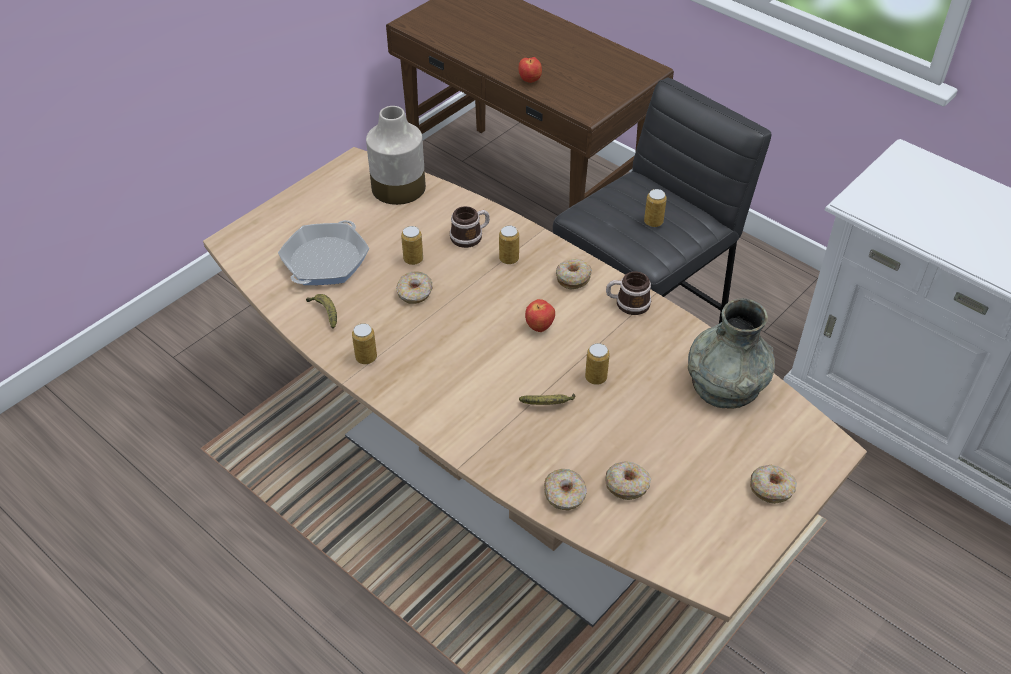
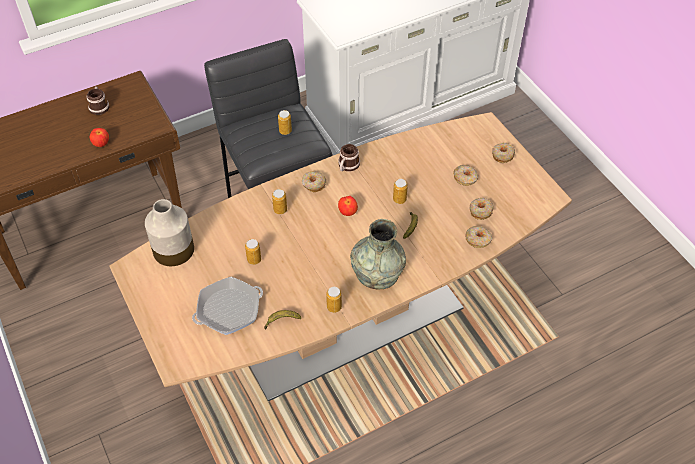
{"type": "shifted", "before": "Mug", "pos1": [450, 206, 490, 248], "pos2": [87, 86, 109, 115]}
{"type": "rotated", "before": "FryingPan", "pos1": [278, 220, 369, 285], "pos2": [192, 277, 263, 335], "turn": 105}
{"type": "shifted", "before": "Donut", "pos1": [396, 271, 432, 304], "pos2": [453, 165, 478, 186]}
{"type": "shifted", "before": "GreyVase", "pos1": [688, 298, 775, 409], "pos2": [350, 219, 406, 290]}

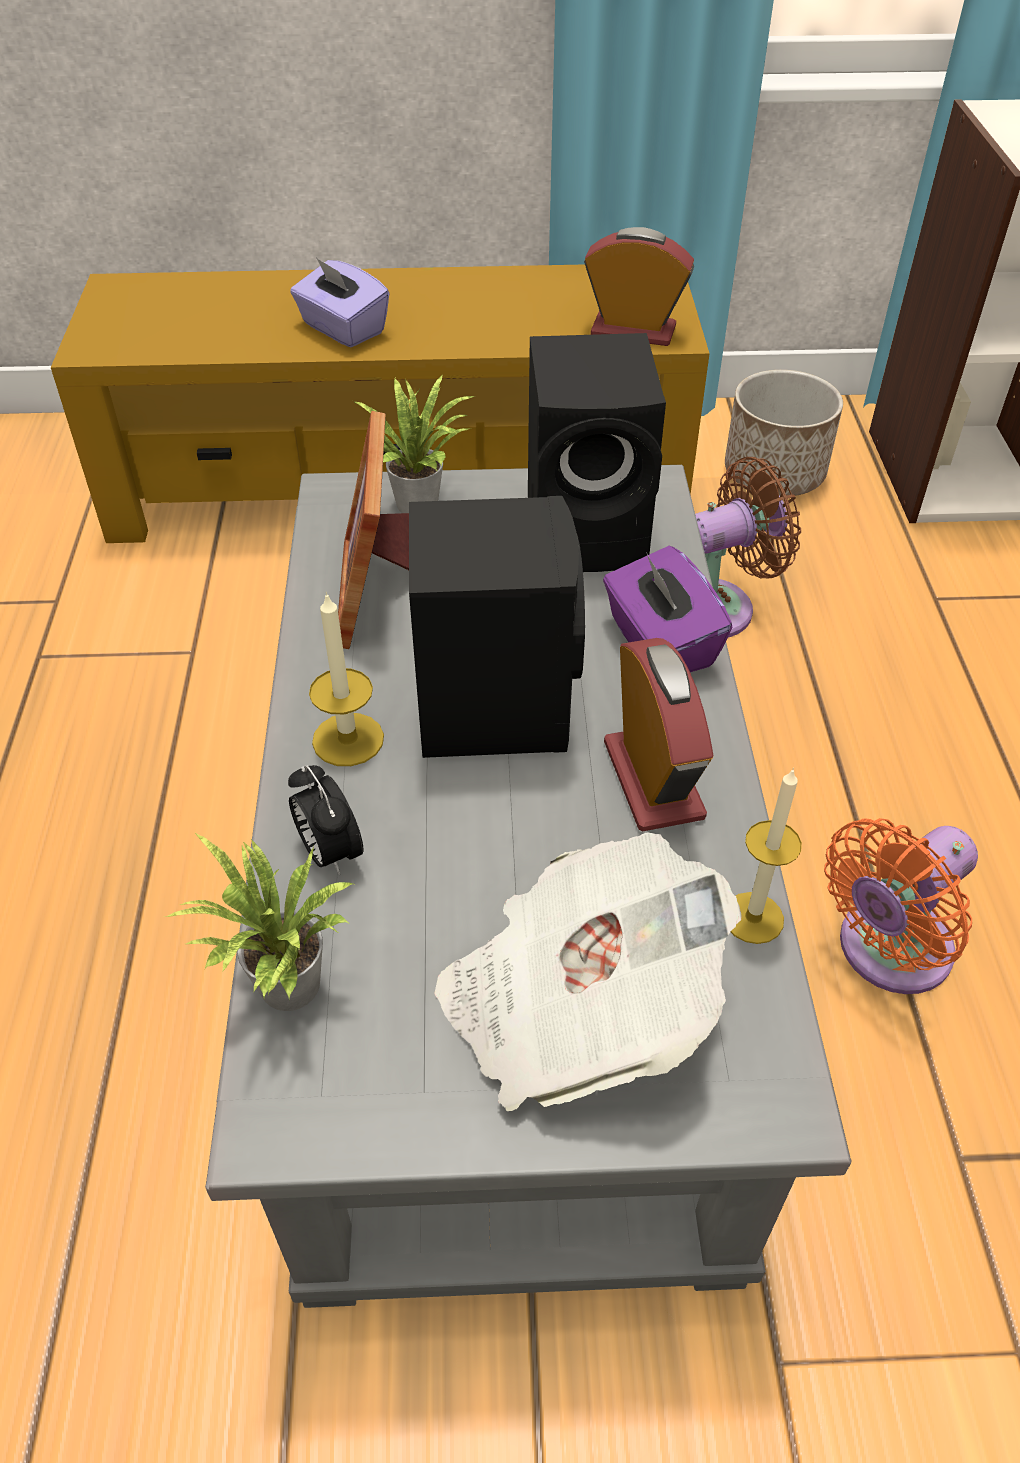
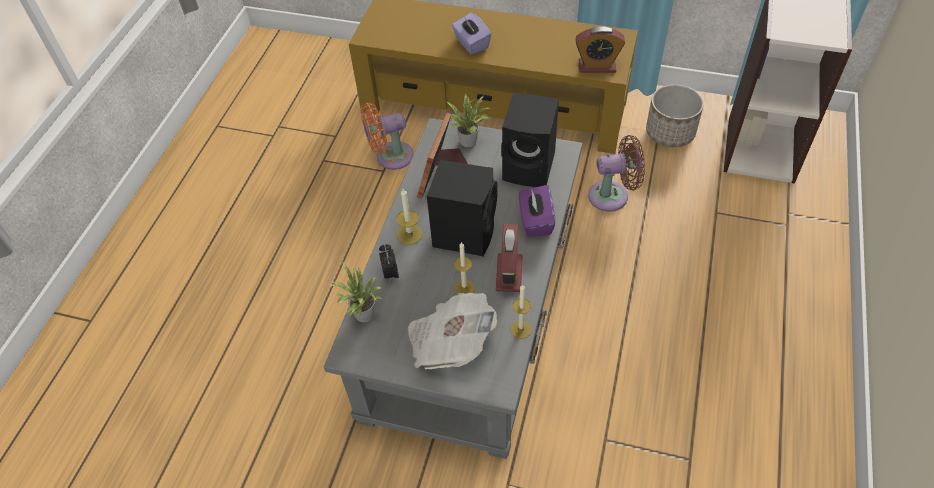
{"type": "rotated", "before": "AlarmClock", "pos1": [584, 227, 694, 346], "pos2": [576, 26, 625, 73], "turn": 150}
{"type": "shifted", "before": "OrangeFan", "pos1": [824, 818, 978, 994], "pos2": [361, 103, 414, 170]}
{"type": "new", "after": "Candle", "pos2": [454, 242, 475, 294]}

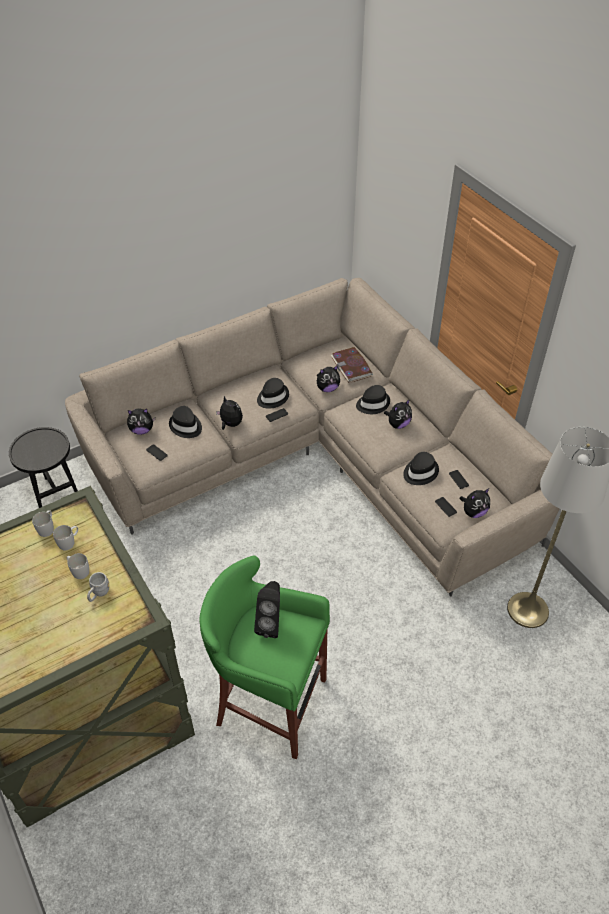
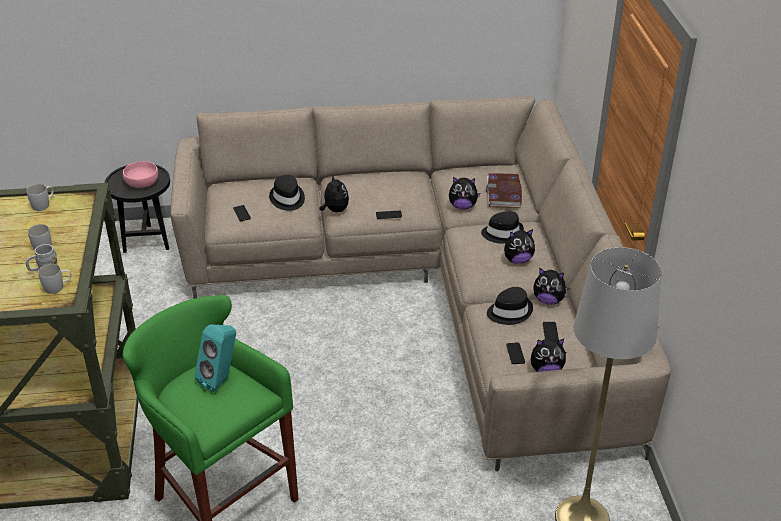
{"type": "gone", "before": "BlackHat", "pos1": [257, 378, 289, 409]}
{"type": "shifted", "before": "PlushToy", "pos1": [127, 408, 155, 435], "pos2": [533, 268, 570, 305]}
{"type": "shifted", "before": "WhiteMug", "pos1": [53, 525, 78, 550], "pos2": [38, 264, 71, 294]}
{"type": "repainted", "before": "BlackSpeaker", "after": "TurquoiseSpeaker", "pos1": [254, 581, 280, 638], "pos2": [195, 324, 236, 392]}
{"type": "new", "after": "PinkBowl", "pos2": [123, 161, 158, 188]}

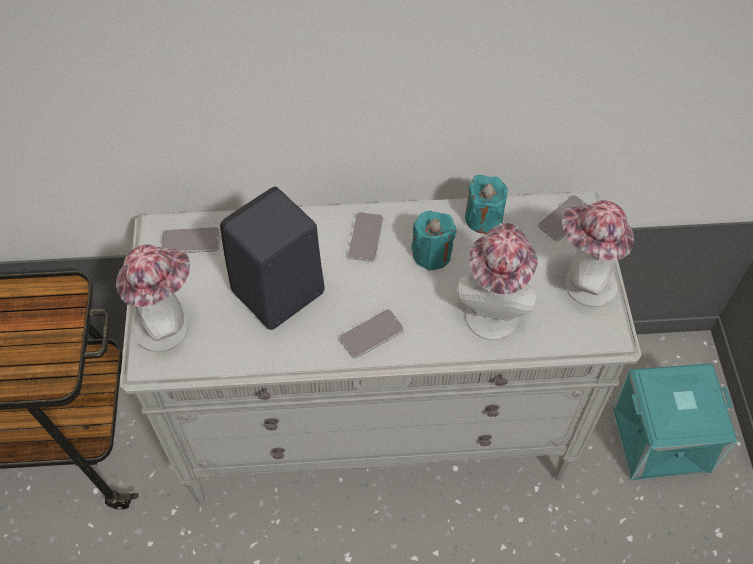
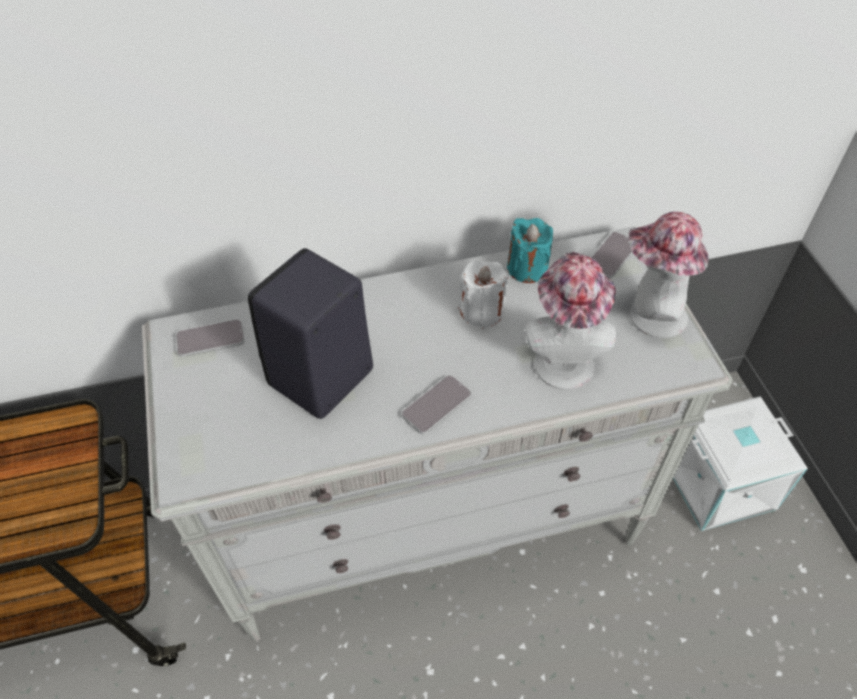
{"type": "repainted", "before": "TurquoiseCandle", "after": "WhiteCandle", "pos1": [411, 211, 457, 271], "pos2": [459, 261, 509, 329]}
{"type": "gone", "before": "Phone", "pos1": [348, 212, 383, 262]}
{"type": "gone", "before": "Hat", "pos1": [116, 244, 190, 352]}
{"type": "repainted", "before": "TurquoiseStorageBox", "after": "WhiteStorageBox", "pos1": [612, 363, 737, 480], "pos2": [673, 396, 808, 531]}

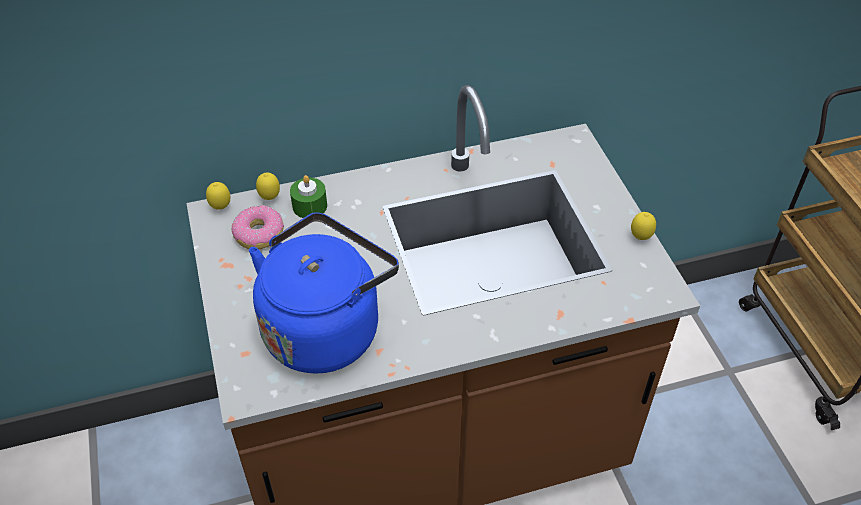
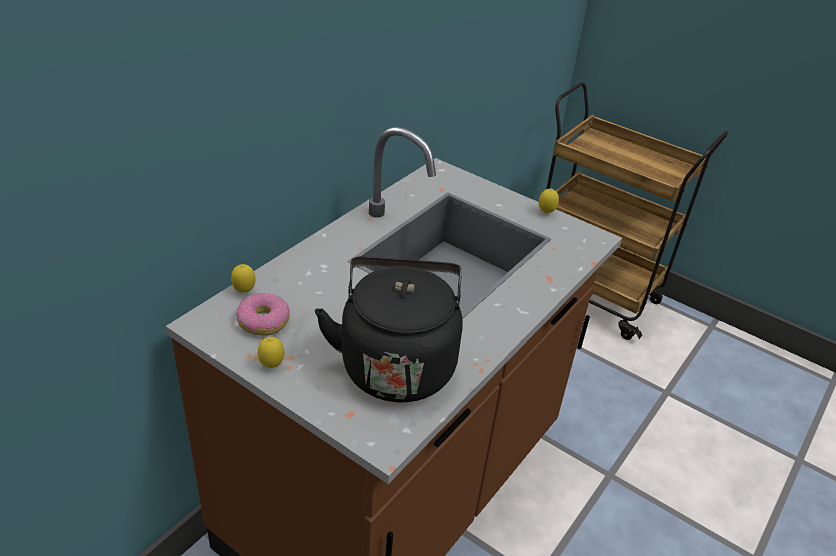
{"type": "gone", "before": "GreenCandle", "pos1": [290, 175, 327, 218]}
{"type": "shifted", "before": "Lemon", "pos1": [206, 182, 230, 210], "pos2": [258, 337, 285, 368]}
{"type": "repainted", "before": "BlueKettle", "after": "BlackKettle", "pos1": [249, 212, 399, 374], "pos2": [315, 257, 463, 402]}

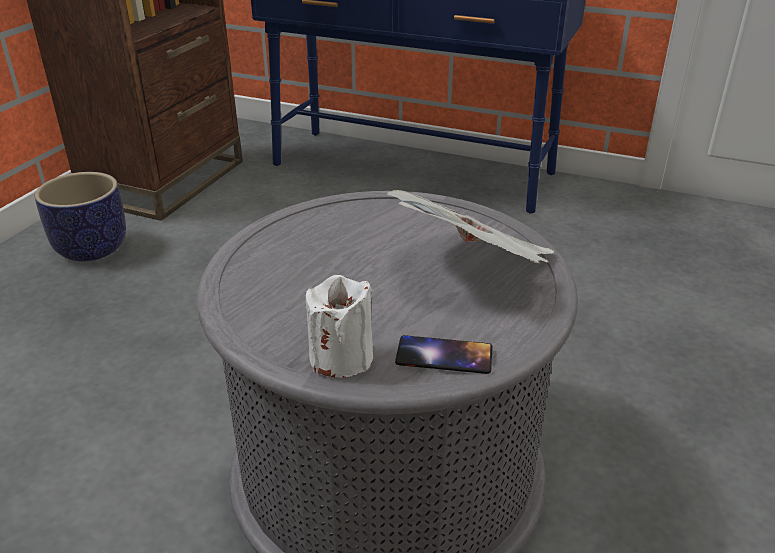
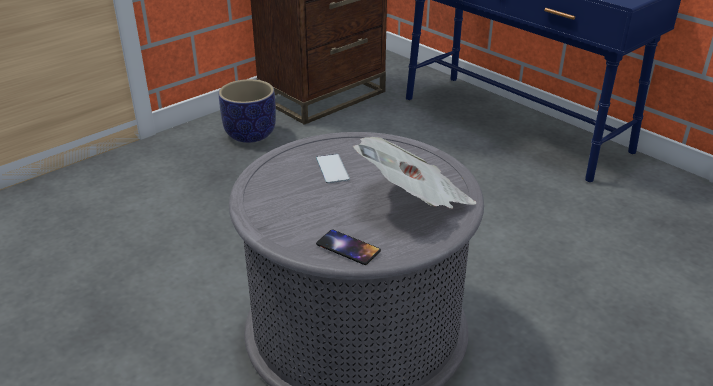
{"type": "gone", "before": "WhiteCandle", "pos1": [306, 275, 373, 378]}
{"type": "new", "after": "Phone", "pos2": [316, 154, 350, 183]}

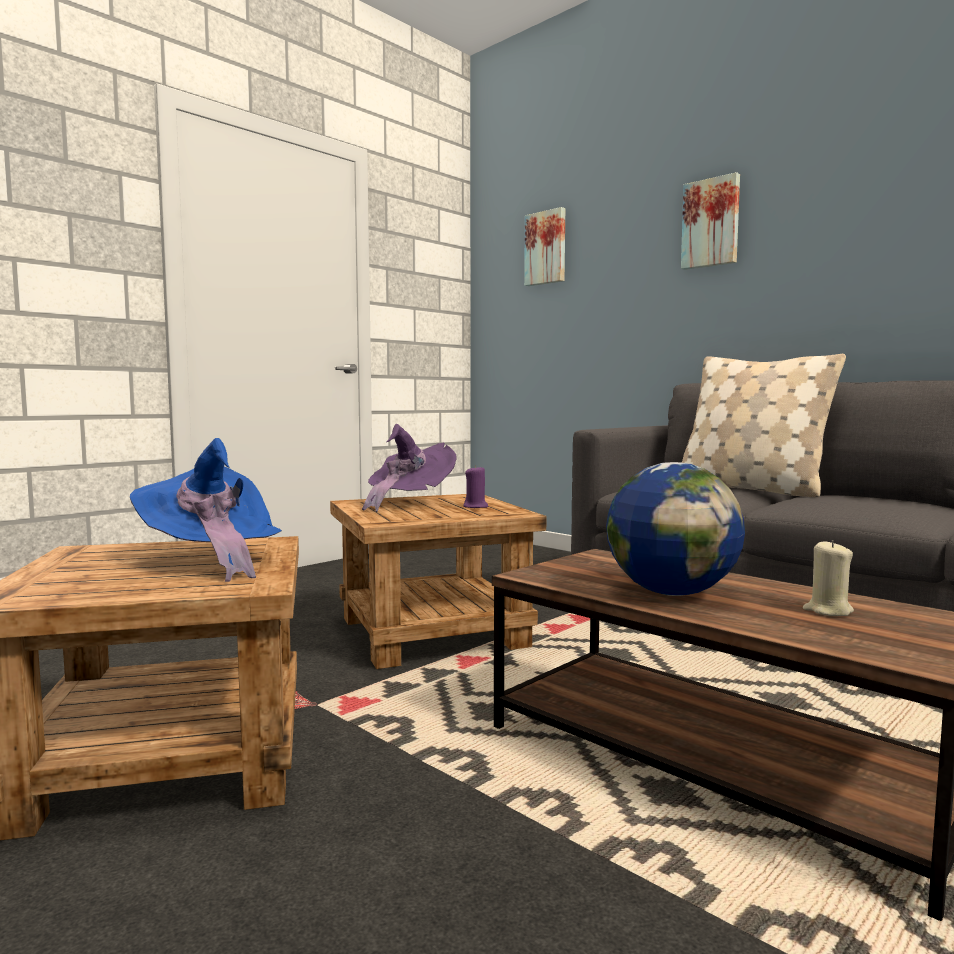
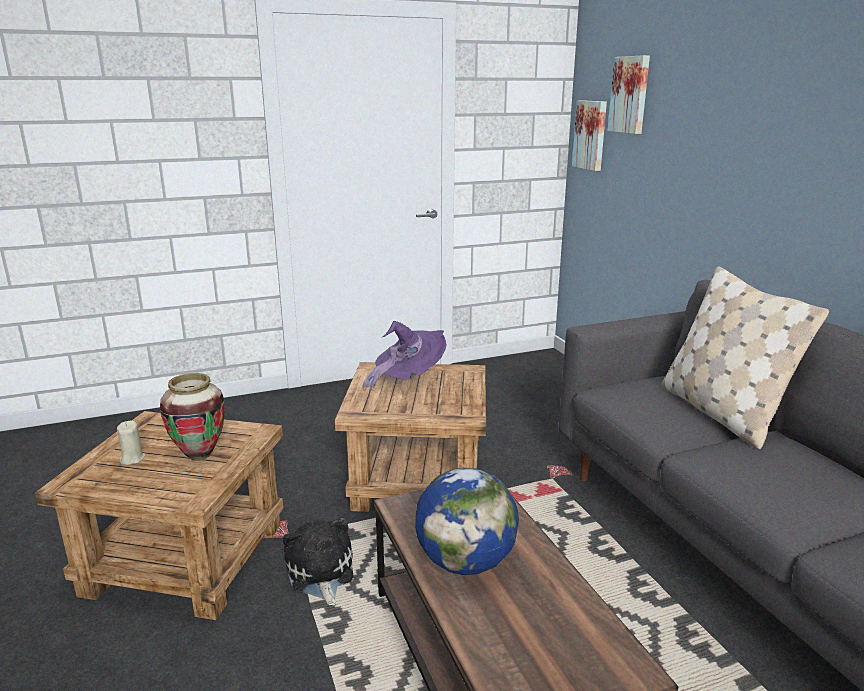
{"type": "shifted", "before": "Picture", "pos1": [681, 172, 740, 270], "pos2": [572, 100, 607, 171]}
{"type": "swapped", "before": "BlueHat", "after": "Vase", "pos1": [130, 438, 282, 582], "pos2": [160, 373, 225, 461]}
{"type": "gone", "before": "PurpleCandle", "pos1": [463, 465, 488, 508]}
{"type": "shifted", "before": "BeigeCandle", "pos1": [803, 540, 854, 616], "pos2": [117, 421, 145, 465]}
{"type": "new", "after": "PlushToy", "pos2": [283, 517, 353, 606]}

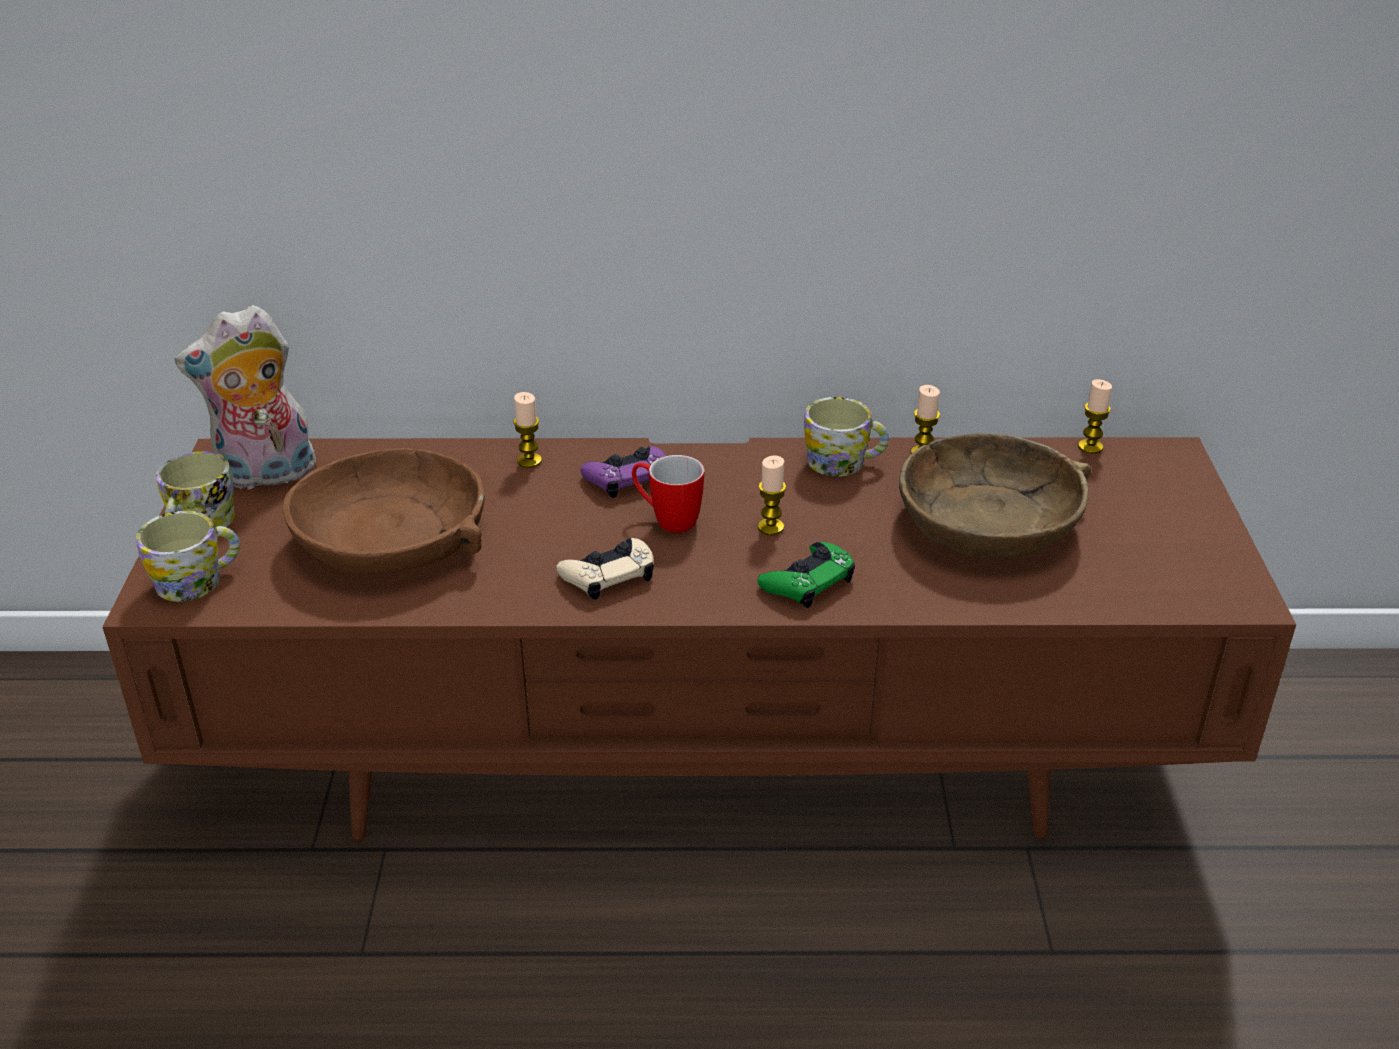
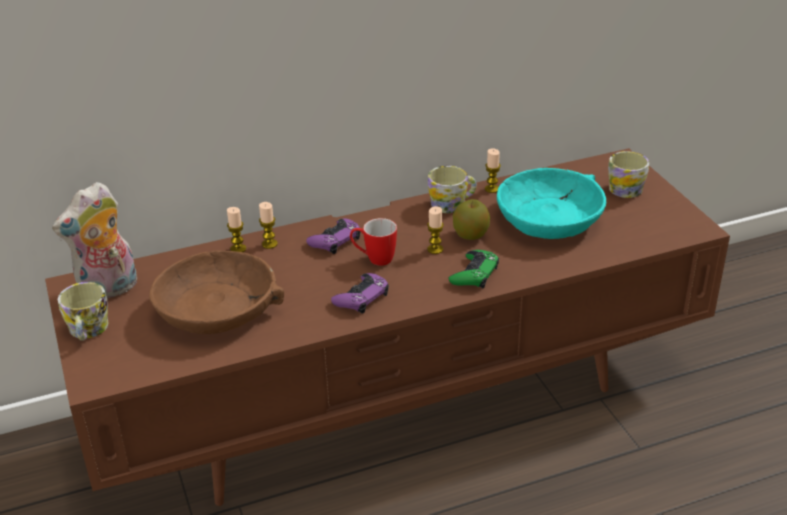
{"type": "shifted", "before": "Candle", "pos1": [1078, 379, 1112, 454], "pos2": [227, 207, 246, 252]}
{"type": "repainted", "before": "BrownBowl", "after": "TurquoiseBowl", "pos1": [899, 433, 1091, 559], "pos2": [497, 168, 606, 239]}
{"type": "shifted", "before": "Mug", "pos1": [136, 511, 240, 602], "pos2": [608, 151, 649, 198]}
{"type": "repainted", "before": "BeigeGameController", "after": "PurpleGameController", "pos1": [556, 538, 654, 600], "pos2": [331, 273, 389, 314]}
{"type": "new", "after": "Apple", "pos2": [453, 199, 490, 240]}

